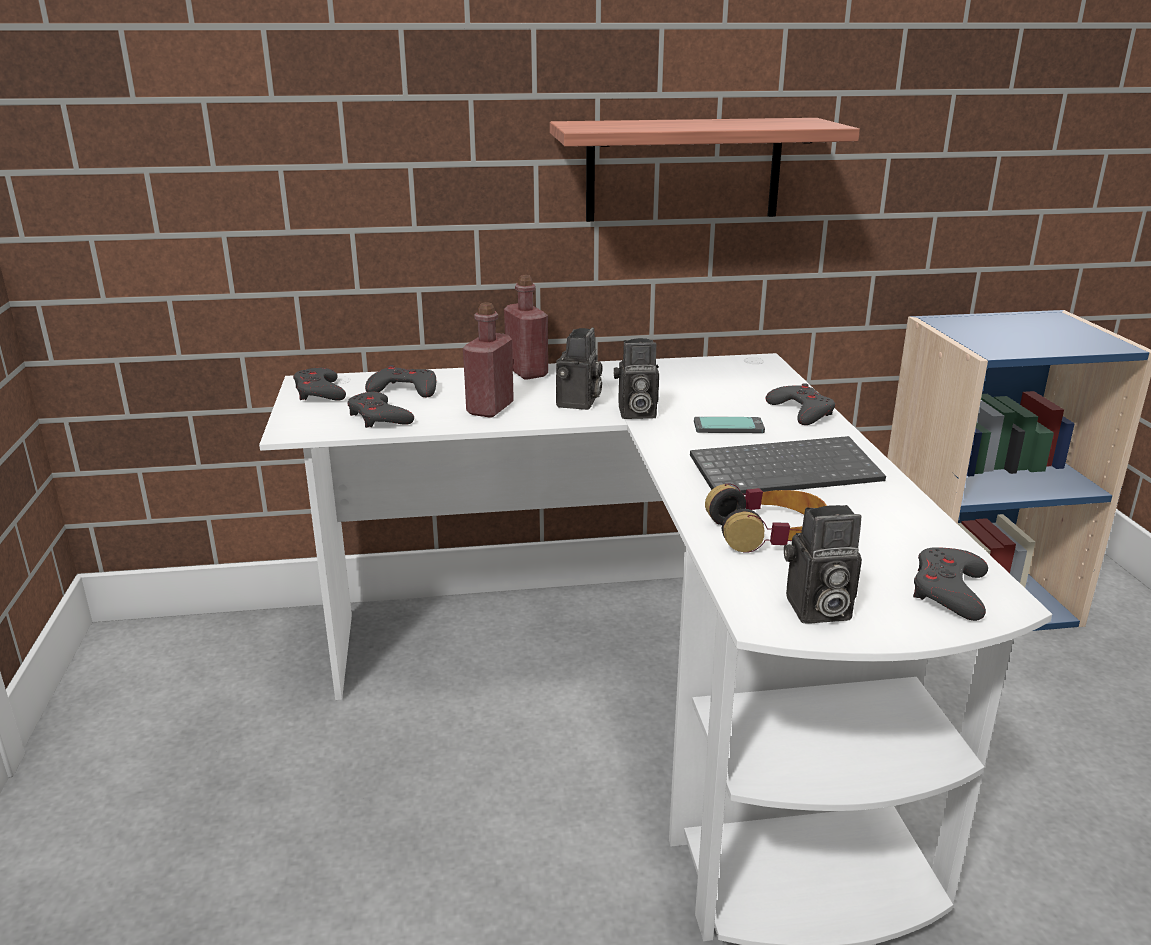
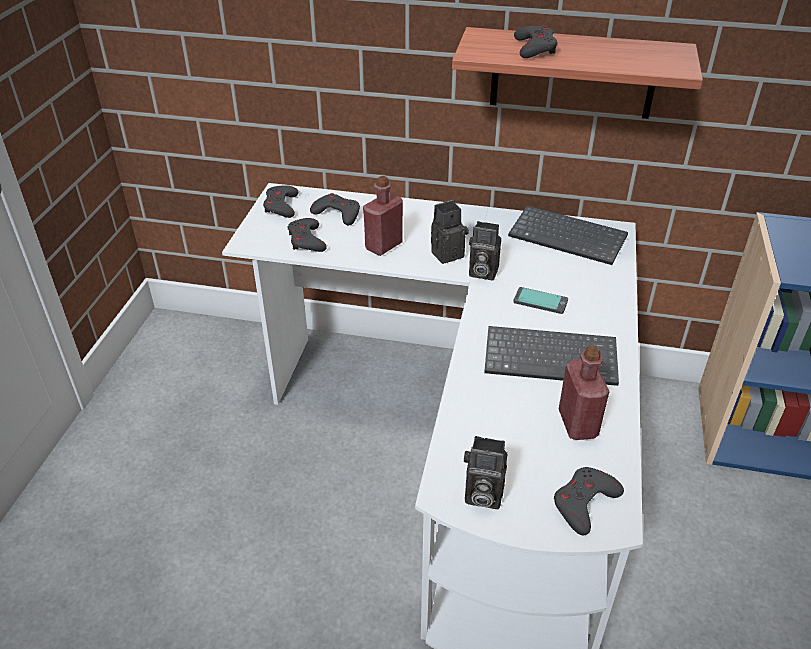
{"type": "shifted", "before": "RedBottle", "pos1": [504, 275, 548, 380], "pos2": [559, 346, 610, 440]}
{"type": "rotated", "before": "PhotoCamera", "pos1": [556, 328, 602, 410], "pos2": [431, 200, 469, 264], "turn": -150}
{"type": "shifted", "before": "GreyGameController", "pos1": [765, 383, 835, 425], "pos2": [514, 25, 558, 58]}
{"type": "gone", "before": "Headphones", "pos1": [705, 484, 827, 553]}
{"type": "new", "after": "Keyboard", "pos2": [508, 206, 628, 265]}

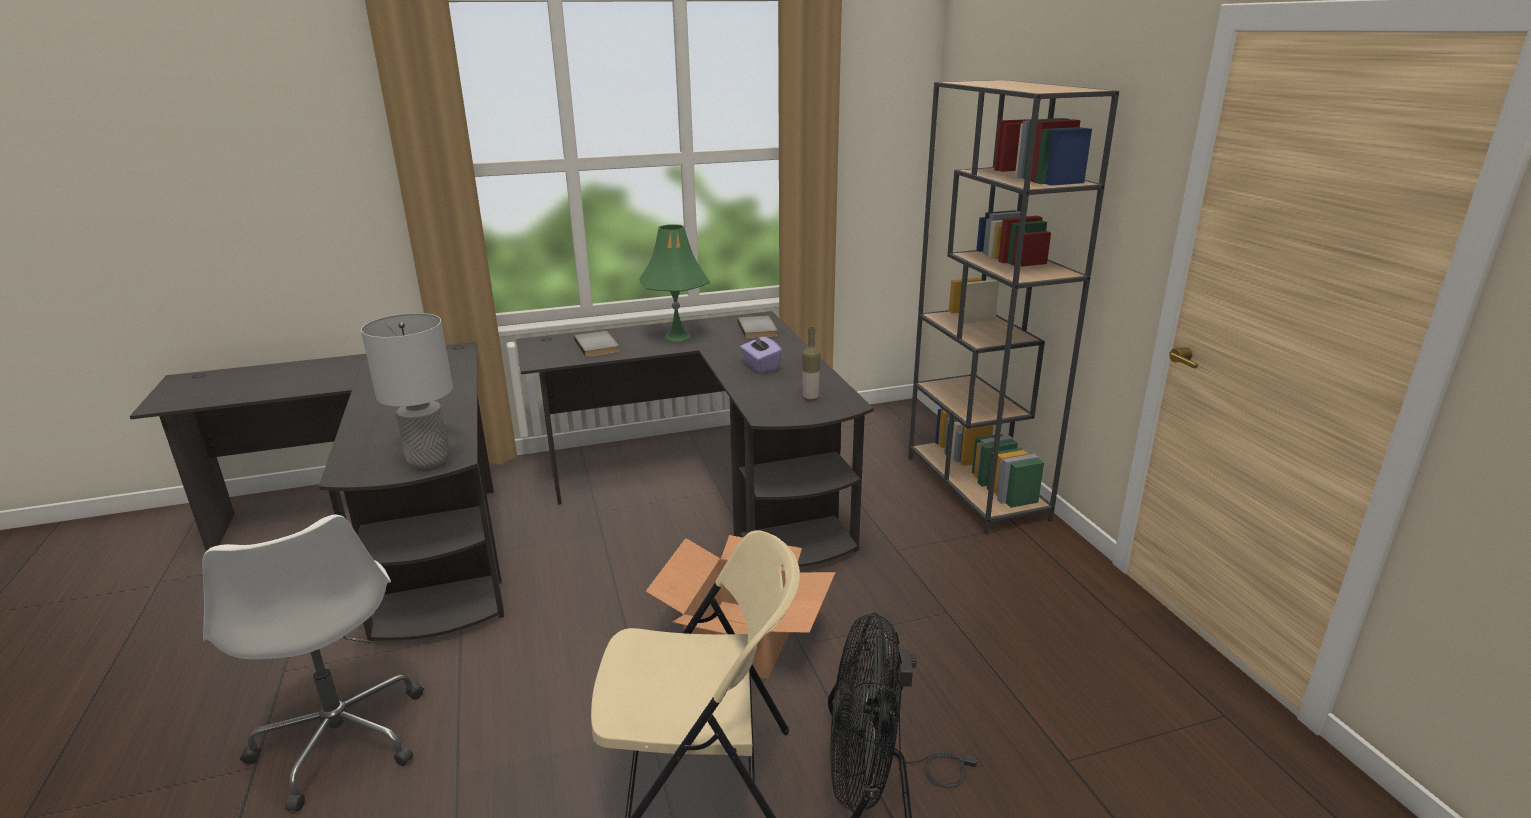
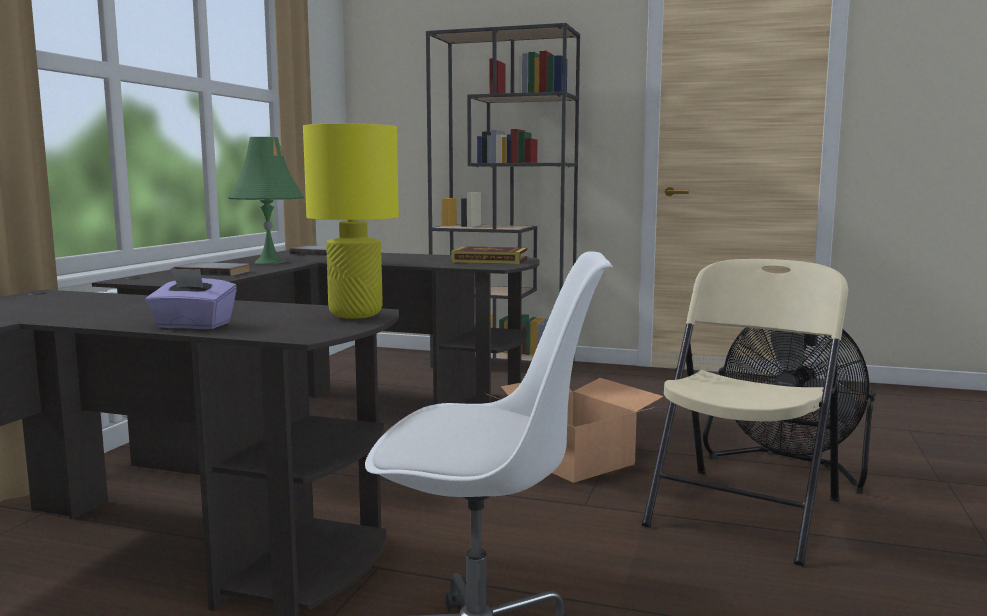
{"type": "repainted", "before": "GreyTableLamp", "after": "YellowTableLamp", "pos1": [361, 313, 453, 468], "pos2": [303, 123, 399, 319]}
{"type": "swapped", "before": "Bottle", "after": "Book", "pos1": [802, 327, 820, 401], "pos2": [451, 246, 528, 264]}
{"type": "shifted", "before": "PurpleTissueBox", "pos1": [740, 333, 782, 373], "pos2": [146, 268, 237, 329]}

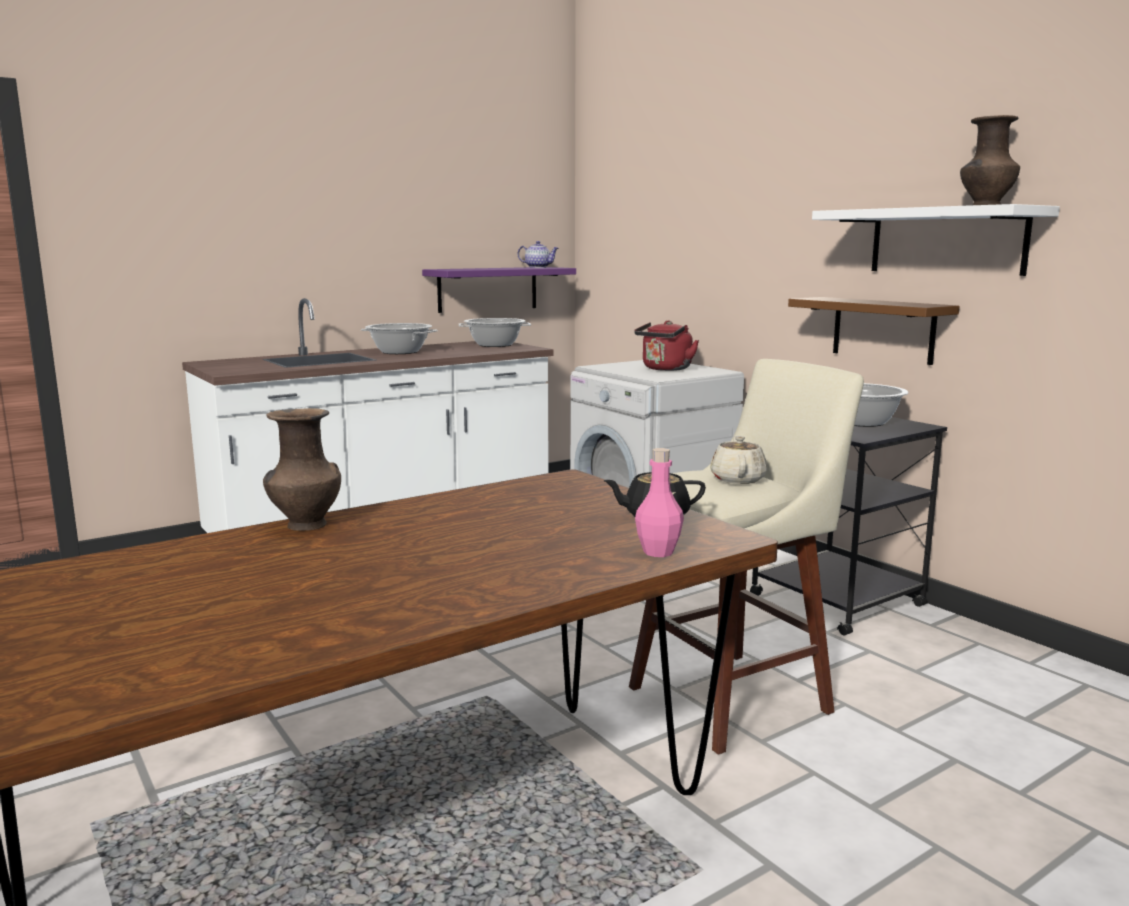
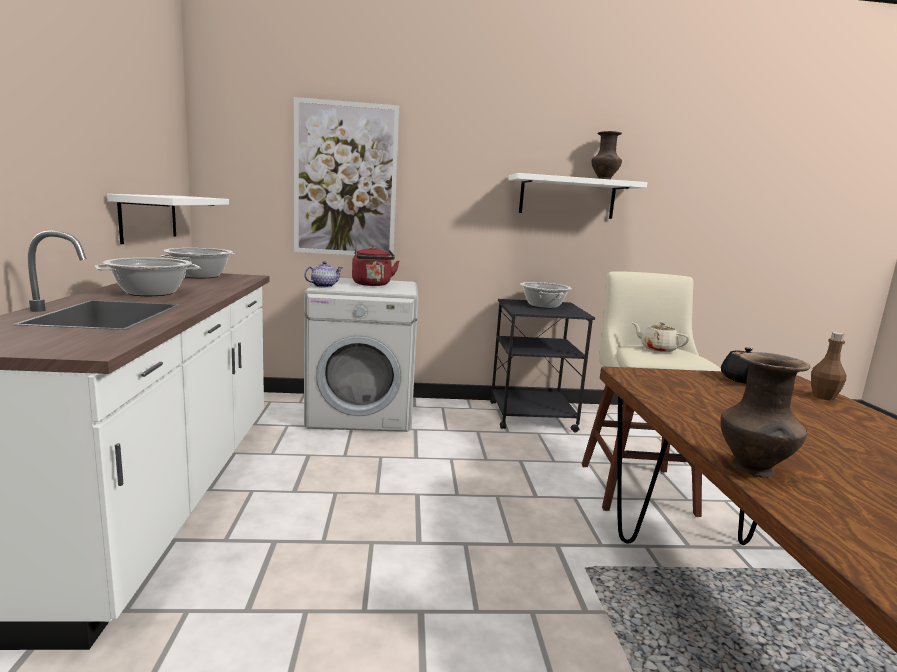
{"type": "shifted", "before": "Teapot", "pos1": [518, 241, 558, 268], "pos2": [304, 261, 343, 288]}
{"type": "repainted", "before": "PurpleShelf", "after": "WhiteShelf", "pos1": [422, 267, 576, 313], "pos2": [107, 194, 229, 244]}
{"type": "gone", "before": "BrownShelf", "pos1": [788, 297, 960, 365]}
{"type": "repainted", "before": "PinkBottle", "after": "BrownBottle", "pos1": [635, 448, 684, 557], "pos2": [811, 332, 846, 400]}
{"type": "new", "after": "Picture", "pos2": [294, 97, 399, 257]}

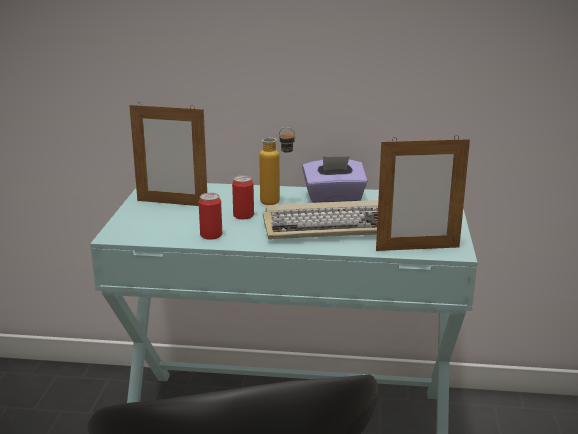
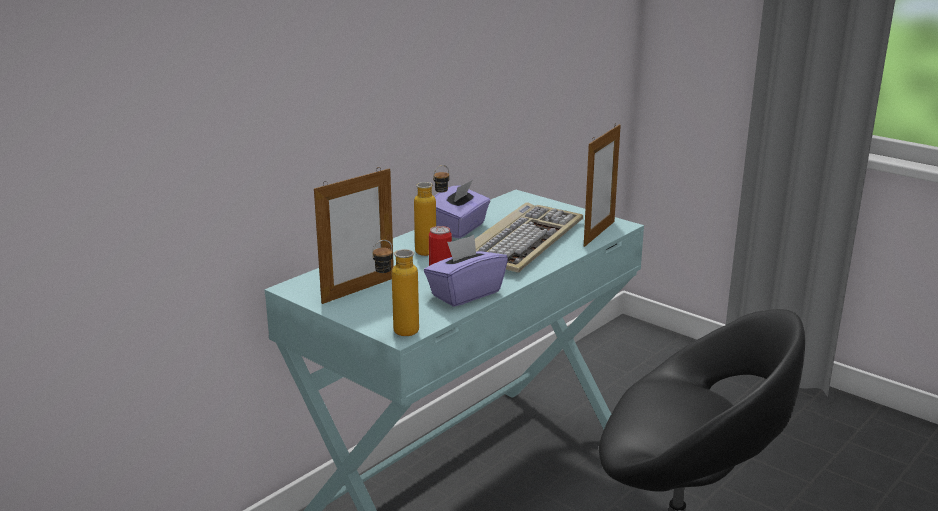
{"type": "swapped", "before": "Can", "after": "PurpleTissueBox", "pos1": [199, 193, 222, 240], "pos2": [424, 235, 508, 307]}
{"type": "new", "after": "Bottle", "pos2": [372, 240, 419, 336]}

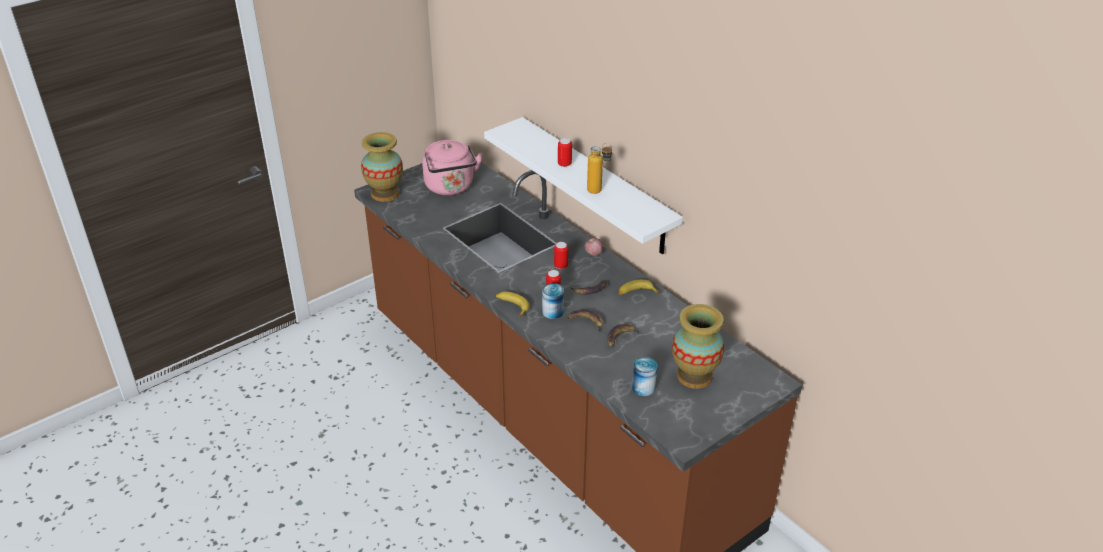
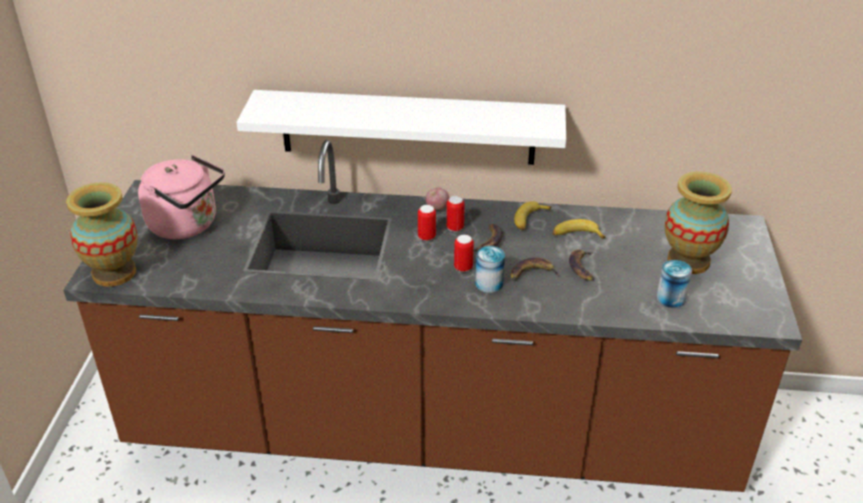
{"type": "shifted", "before": "Can", "pos1": [558, 138, 572, 167], "pos2": [446, 196, 465, 232]}
{"type": "gone", "before": "Bottle", "pos1": [587, 143, 613, 194]}
{"type": "shifted", "before": "Banana", "pos1": [496, 292, 529, 317], "pos2": [552, 219, 606, 239]}

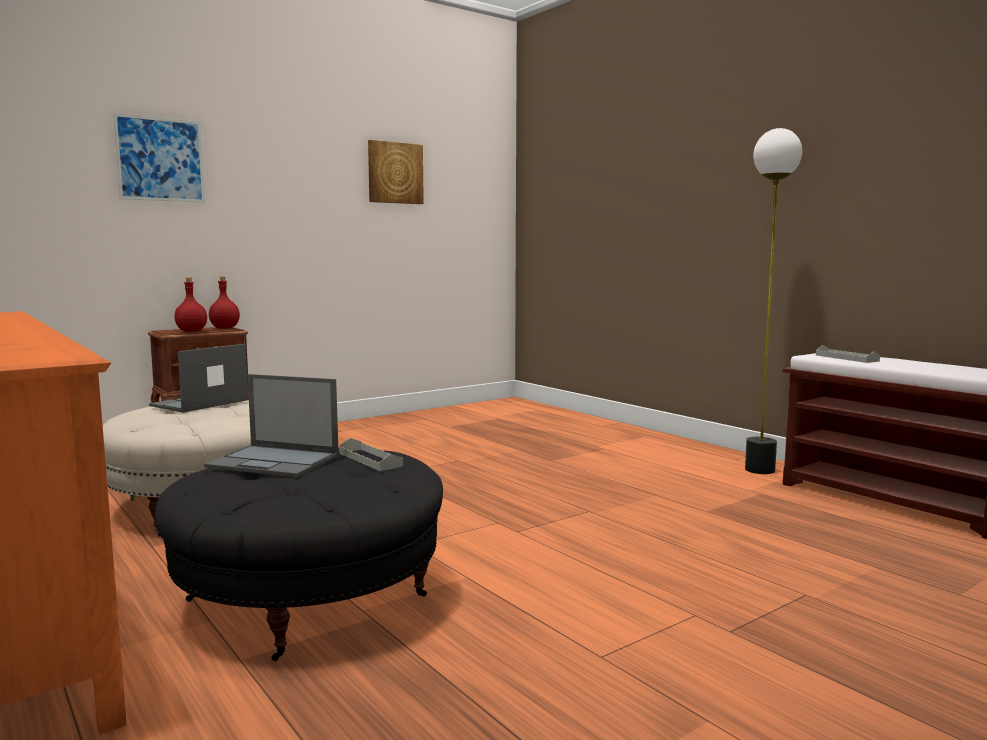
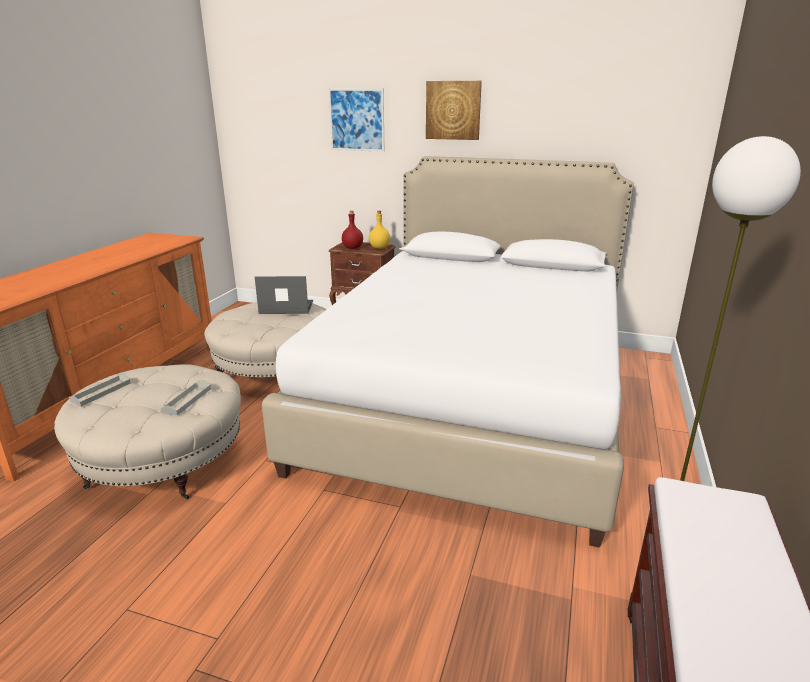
{"type": "shifted", "before": "Picture", "pos1": [368, 140, 424, 204], "pos2": [426, 81, 482, 140]}
{"type": "repainted", "before": "RedBottle", "after": "YellowBottle", "pos1": [209, 277, 240, 329], "pos2": [369, 211, 390, 249]}
{"type": "shifted", "before": "GreyTray", "pos1": [816, 345, 880, 363], "pos2": [69, 373, 131, 407]}
{"type": "gone", "before": "Laptop", "pos1": [204, 374, 339, 477]}
{"type": "repainted", "before": "BlackOttoman", "after": "BeigeOttoman", "pos1": [155, 448, 443, 661], "pos2": [54, 364, 241, 499]}
{"type": "new", "after": "WhiteBed", "pos2": [262, 156, 634, 548]}

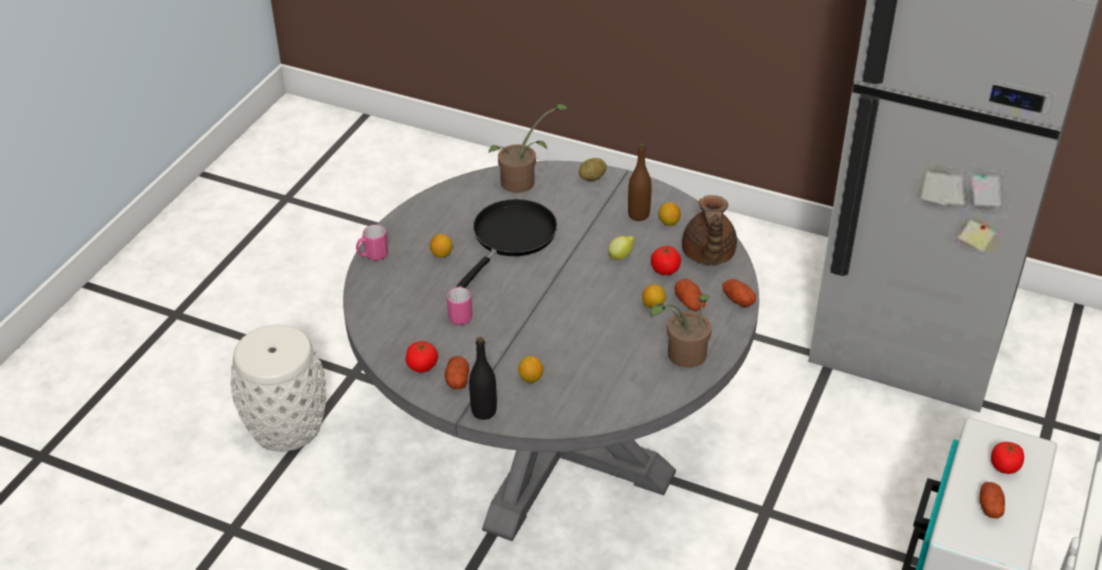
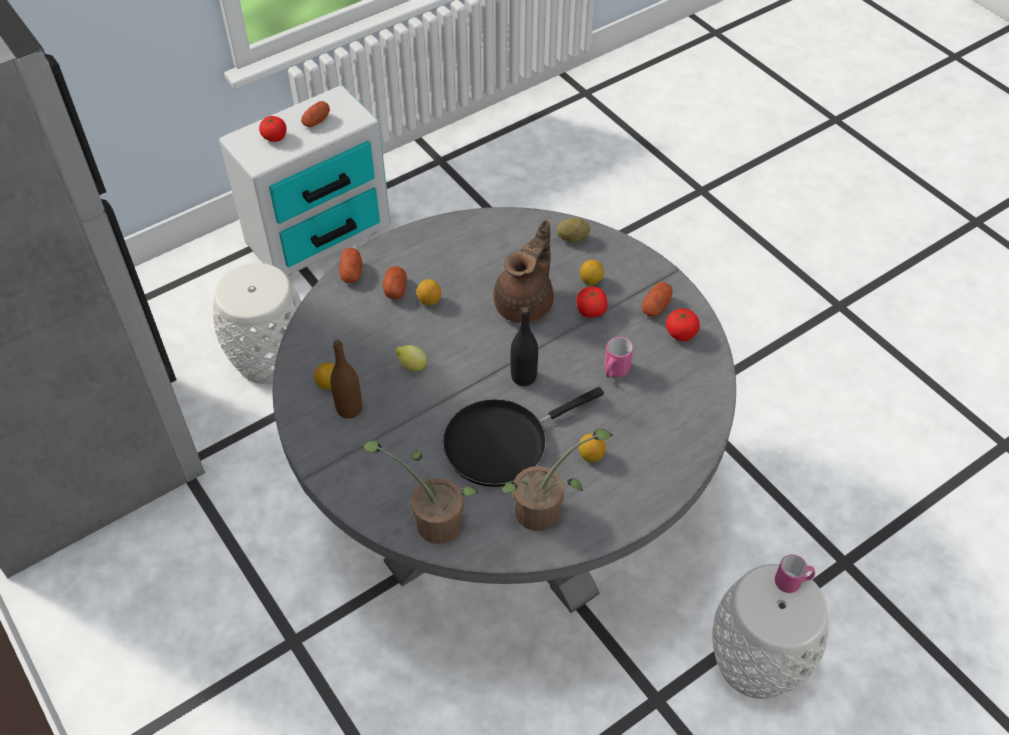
{"type": "shifted", "before": "Potato", "pos1": [579, 158, 607, 181], "pos2": [556, 218, 590, 242]}
{"type": "shifted", "before": "BrownTeapot", "pos1": [682, 195, 737, 265], "pos2": [494, 220, 554, 323]}
{"type": "shifted", "before": "PinkMug", "pos1": [356, 225, 388, 261], "pos2": [775, 555, 815, 593]}
{"type": "shifted", "before": "Tomato", "pos1": [651, 246, 681, 275], "pos2": [577, 286, 607, 317]}
{"type": "shifted", "before": "PottedPlant", "pos1": [650, 294, 712, 368], "pos2": [502, 429, 613, 531]}
{"type": "shifted", "before": "BlackBottle", "pos1": [469, 337, 497, 420], "pos2": [510, 307, 538, 386]}
{"type": "new", "after": "WhiteStool", "pos2": [213, 263, 302, 384]}

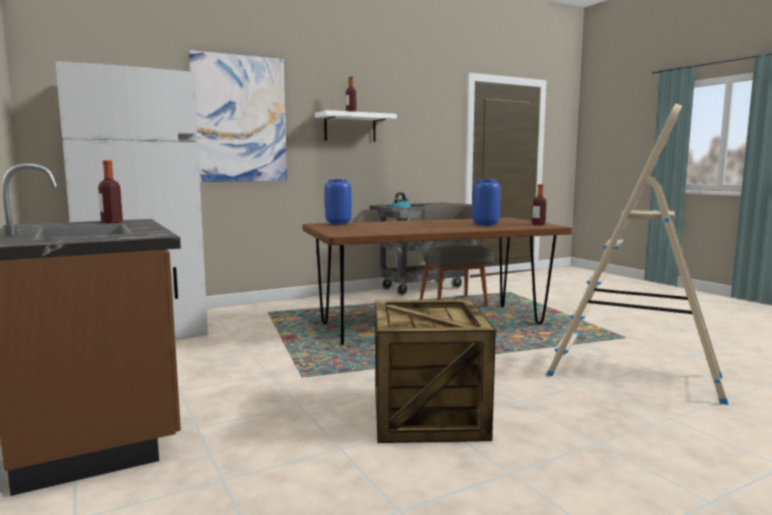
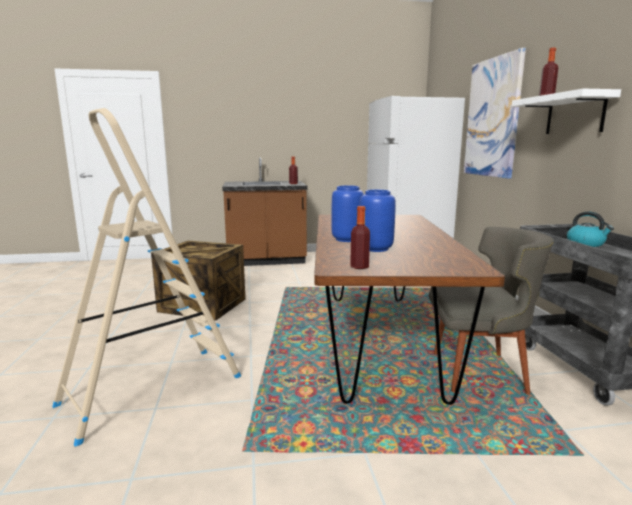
{"type": "shifted", "before": "BlueVase", "pos1": [325, 179, 352, 225], "pos2": [331, 185, 364, 242]}

